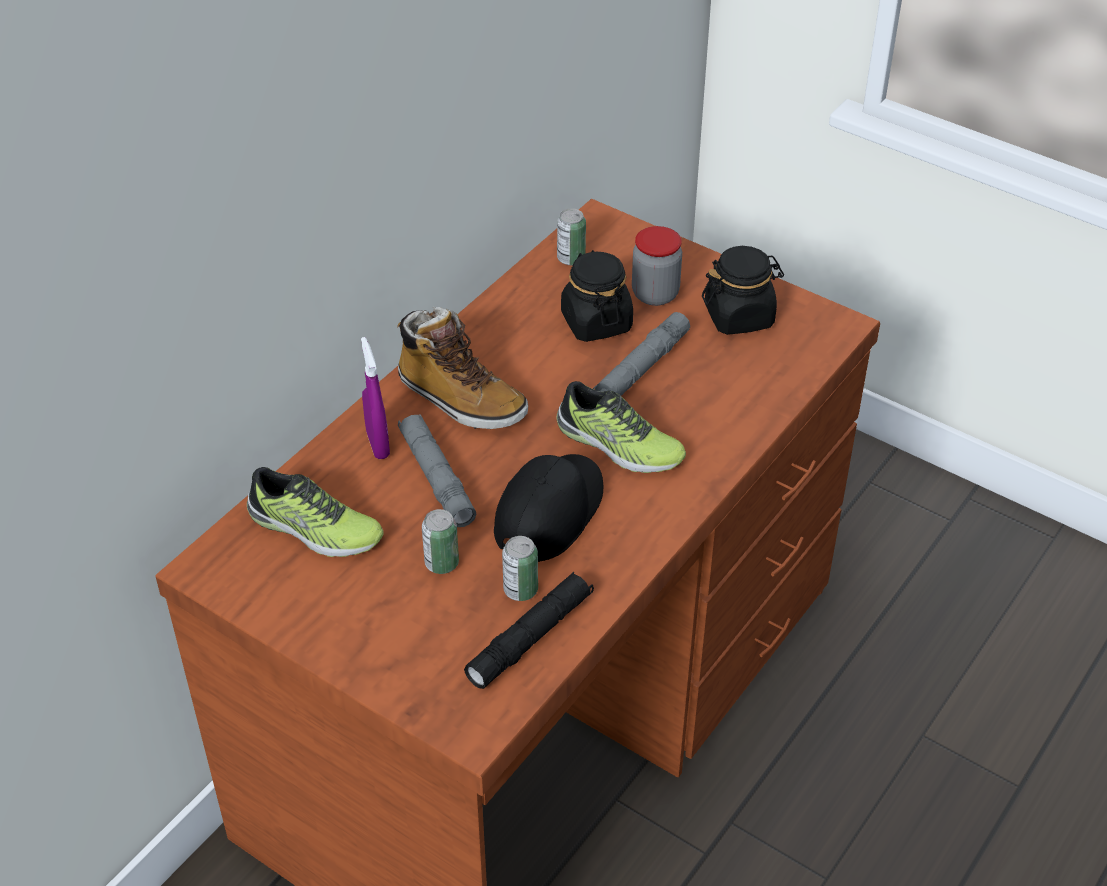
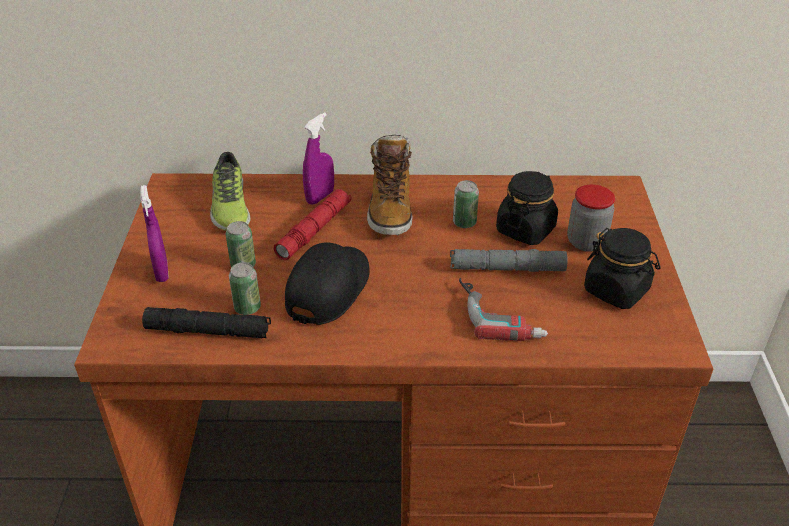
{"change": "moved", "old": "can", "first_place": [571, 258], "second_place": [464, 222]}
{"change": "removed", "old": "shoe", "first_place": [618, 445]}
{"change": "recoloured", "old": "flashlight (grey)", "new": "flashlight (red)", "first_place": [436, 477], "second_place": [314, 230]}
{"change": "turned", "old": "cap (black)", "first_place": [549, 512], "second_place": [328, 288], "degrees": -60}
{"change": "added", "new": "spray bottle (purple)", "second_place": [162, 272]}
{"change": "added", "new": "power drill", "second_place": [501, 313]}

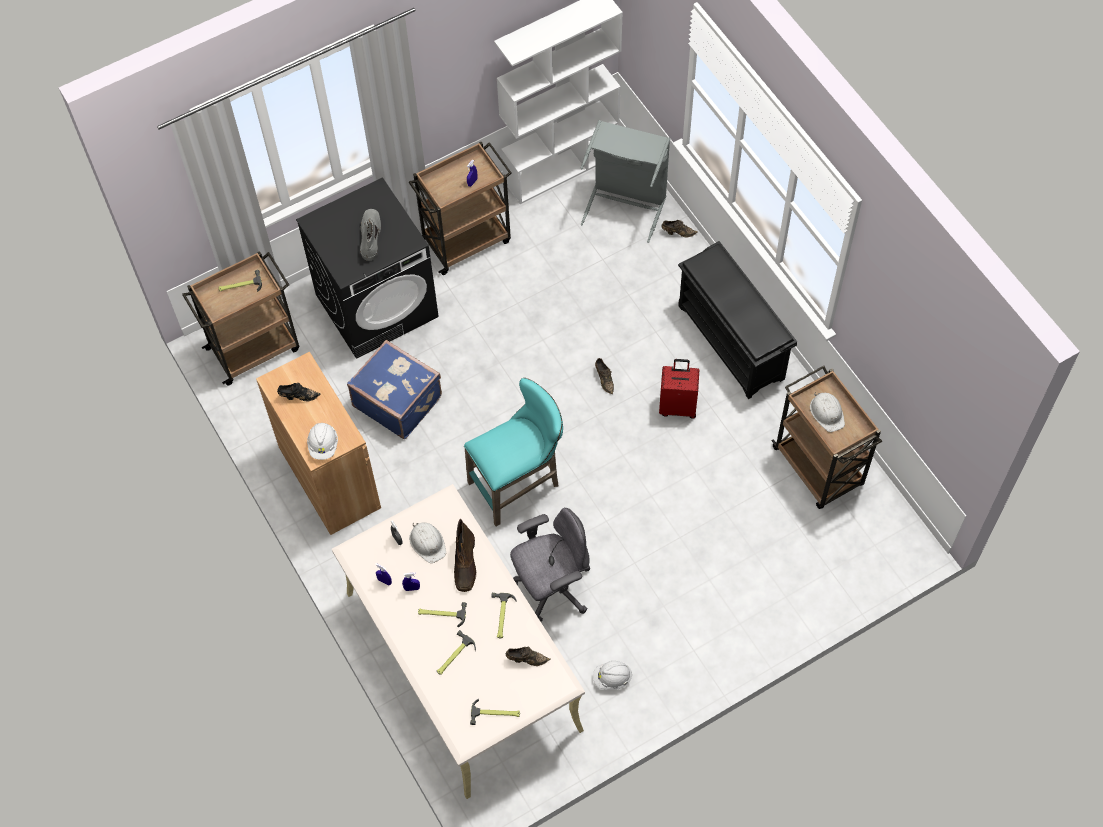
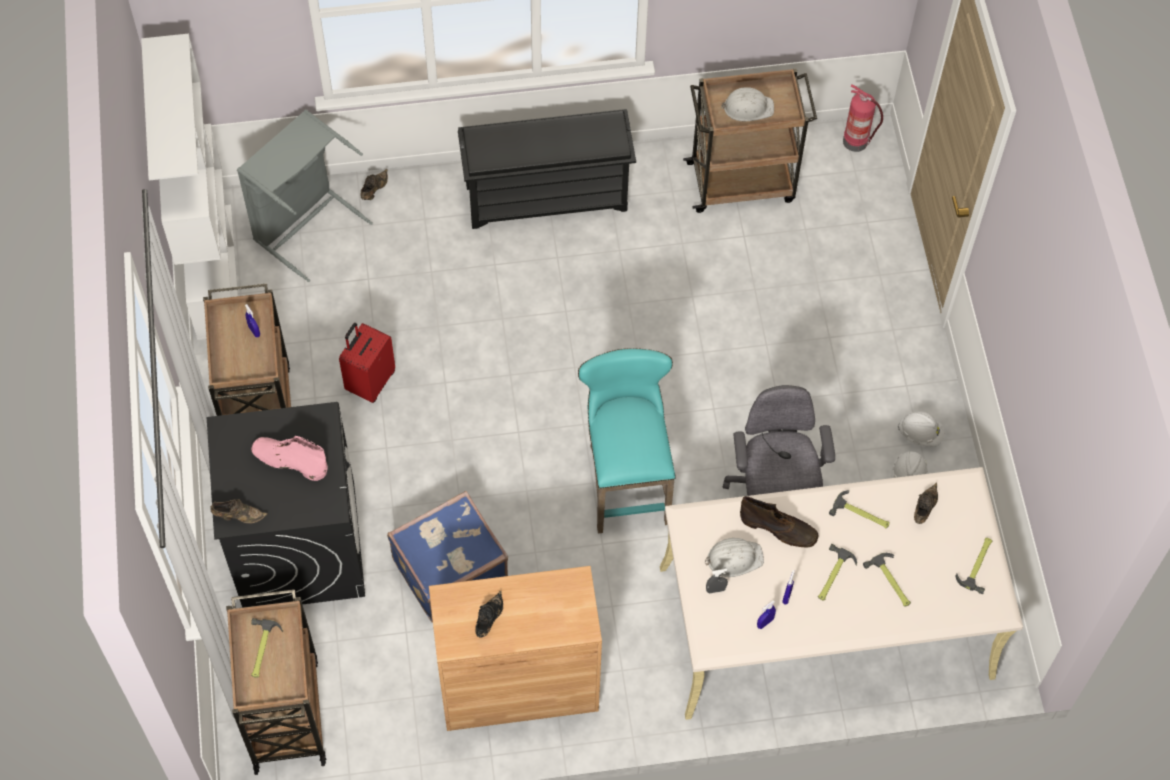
{"change": "recoloured", "old": "boot (grey)", "new": "boot (pink)", "first_place": [370, 236], "second_place": [289, 461]}
{"change": "moved", "old": "shoe (brown)", "first_place": [604, 379], "second_place": [238, 516]}
{"change": "moved", "old": "suitcase (red)", "first_place": [678, 406], "second_place": [370, 382]}
{"change": "moved", "old": "hard hat (white)", "first_place": [323, 445], "second_place": [920, 434]}
{"change": "added", "new": "fire extinguisher", "second_place": [856, 141]}

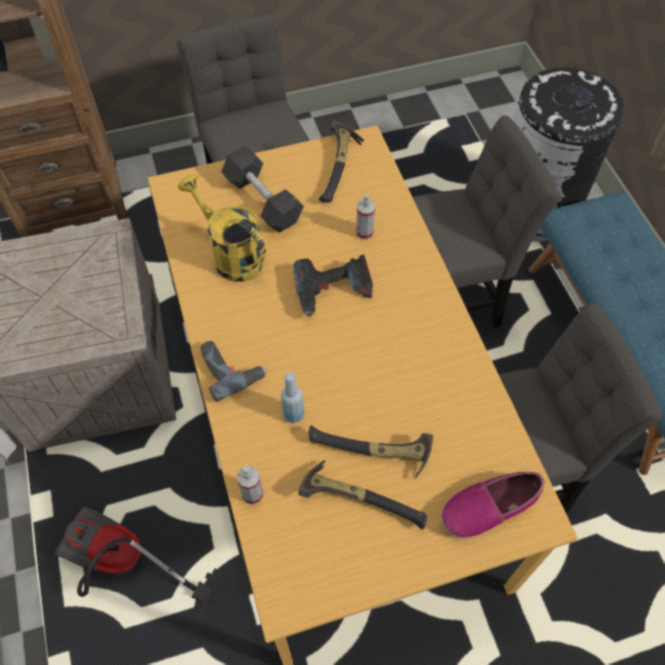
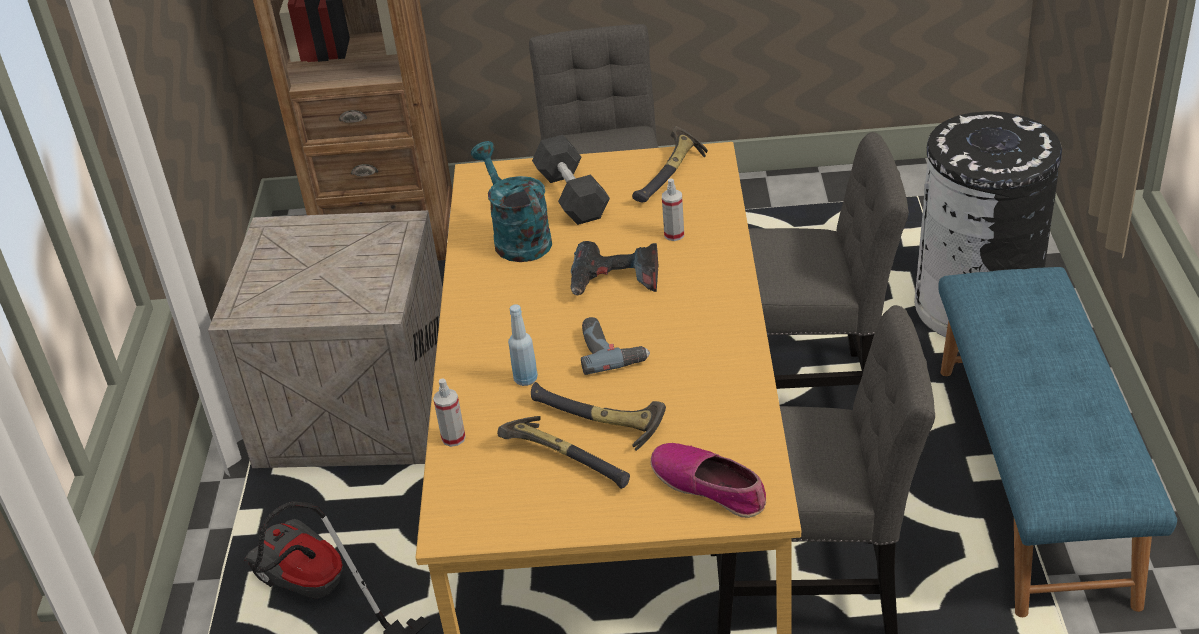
{"change": "recoloured", "old": "watering can (yellow)", "new": "watering can (turquoise)", "first_place": [231, 254], "second_place": [517, 238]}
{"change": "moved", "old": "power drill", "first_place": [230, 368], "second_place": [611, 350]}
{"change": "turned", "old": "shoe", "first_place": [489, 506], "second_place": [709, 487], "degrees": 45}

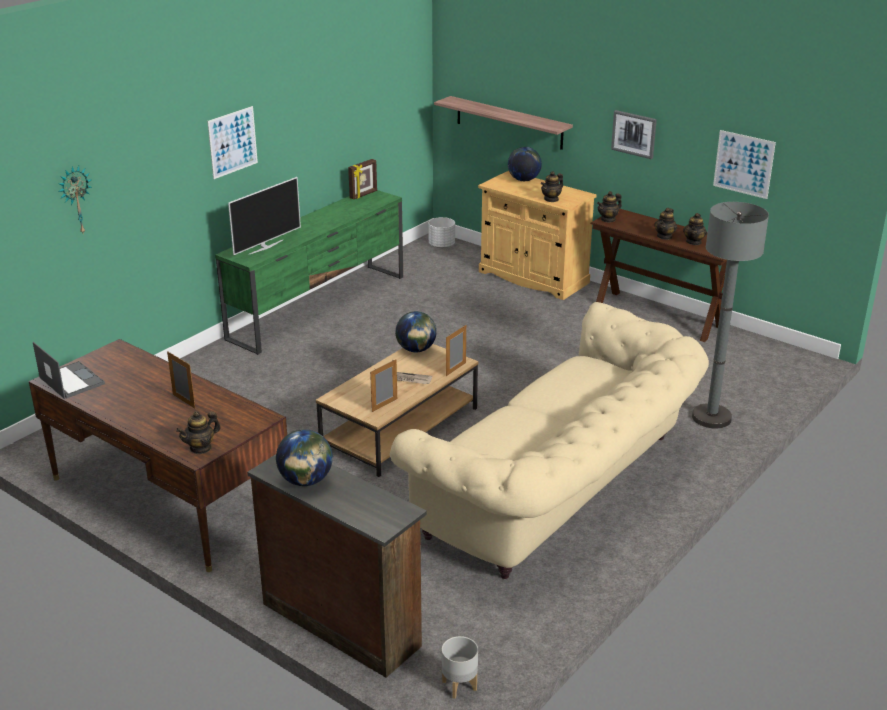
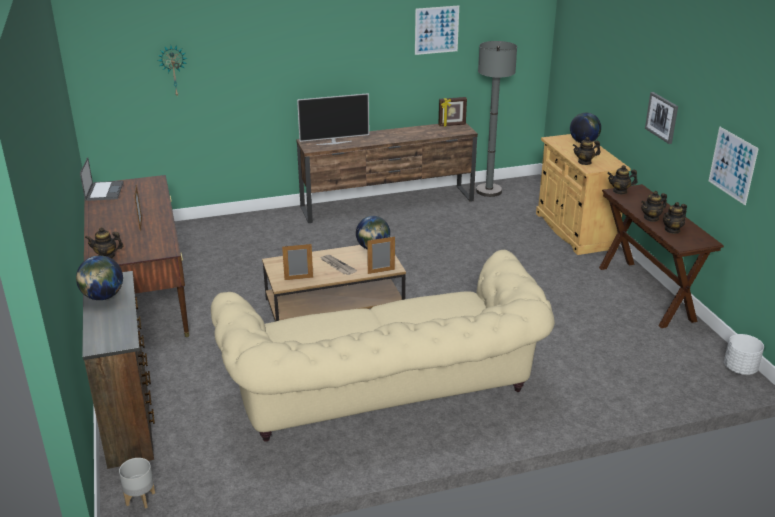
{"change": "removed", "old": "shelf", "first_place": [509, 122]}
{"change": "moved", "old": "picture", "first_place": [232, 142], "second_place": [436, 30]}
{"change": "recoloured", "old": "tv stand (green)", "new": "tv stand (brown)", "first_place": [319, 307], "second_place": [388, 204]}
{"change": "moved", "old": "floor lamp (grey)", "first_place": [711, 417], "second_place": [489, 191]}
{"change": "moved", "old": "planter (white)", "first_place": [441, 245], "second_place": [739, 368]}

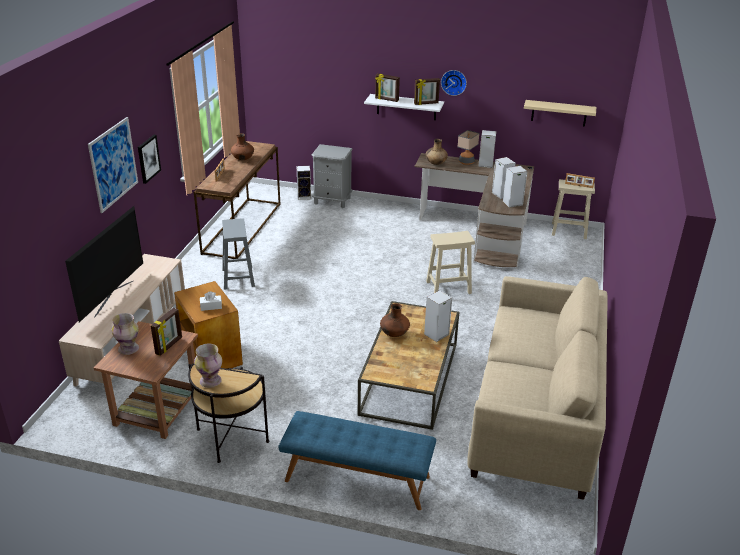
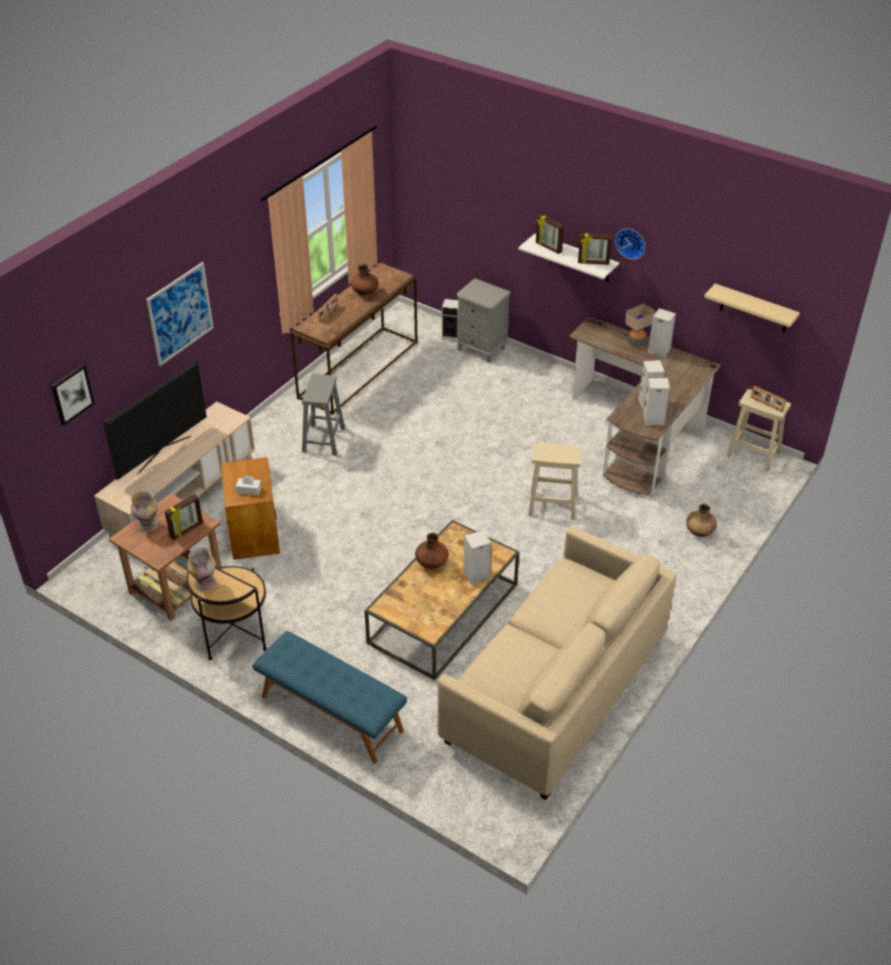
{"change": "moved", "old": "picture", "first_place": [148, 158], "second_place": [72, 394]}
{"change": "moved", "old": "vase (brown)", "first_place": [436, 163], "second_place": [699, 532]}

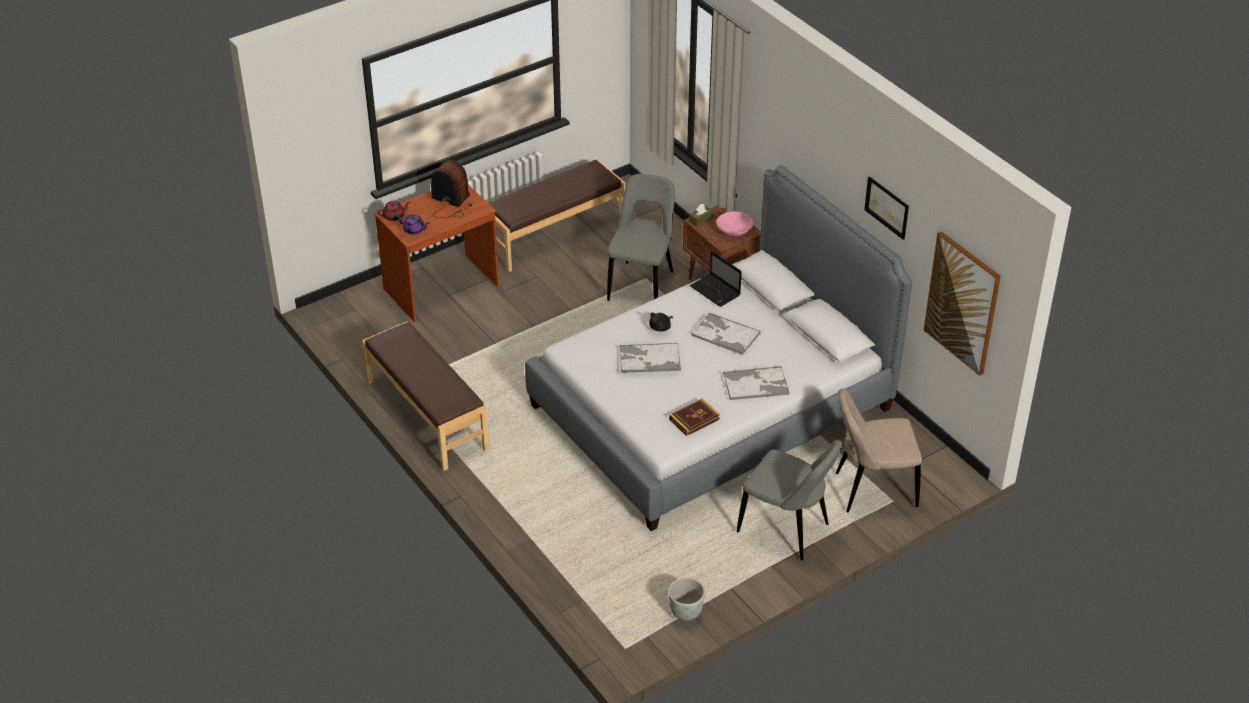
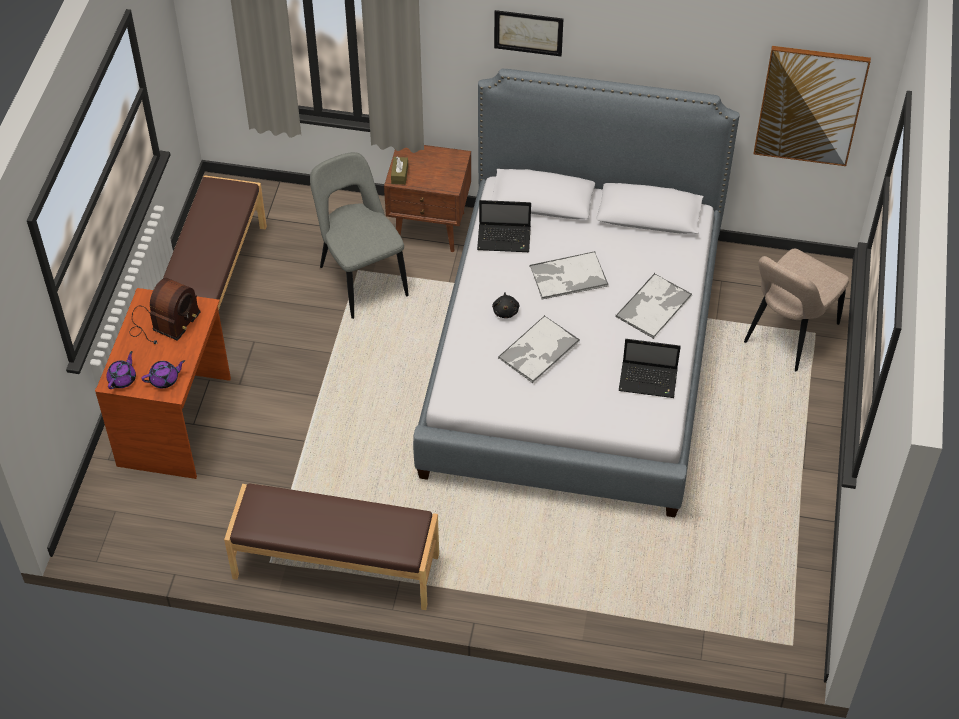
{"change": "turned", "old": "radio", "first_place": [451, 203], "second_place": [163, 323], "degrees": 135}
{"change": "moved", "old": "picture", "first_place": [886, 207], "second_place": [528, 32]}
{"change": "recoloured", "old": "teapot (red)", "new": "teapot (purple)", "first_place": [394, 216], "second_place": [122, 379]}
{"change": "removed", "old": "bowl (pink)", "first_place": [734, 231]}
{"change": "replaced", "old": "book", "new": "laptop", "first_place": [694, 419], "second_place": [649, 380]}
{"change": "removed", "old": "chair (grey)", "first_place": [787, 530]}
{"change": "removed", "old": "planter (grey)", "first_place": [685, 612]}

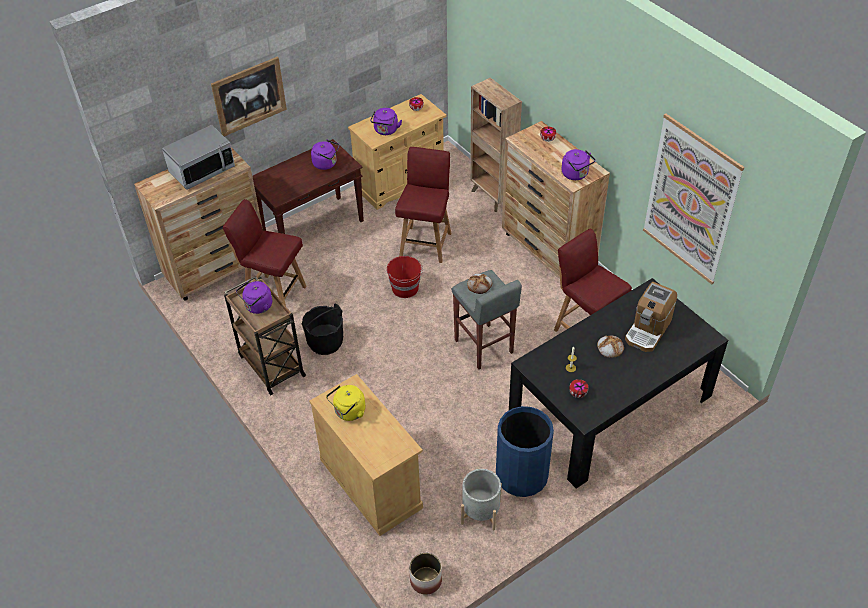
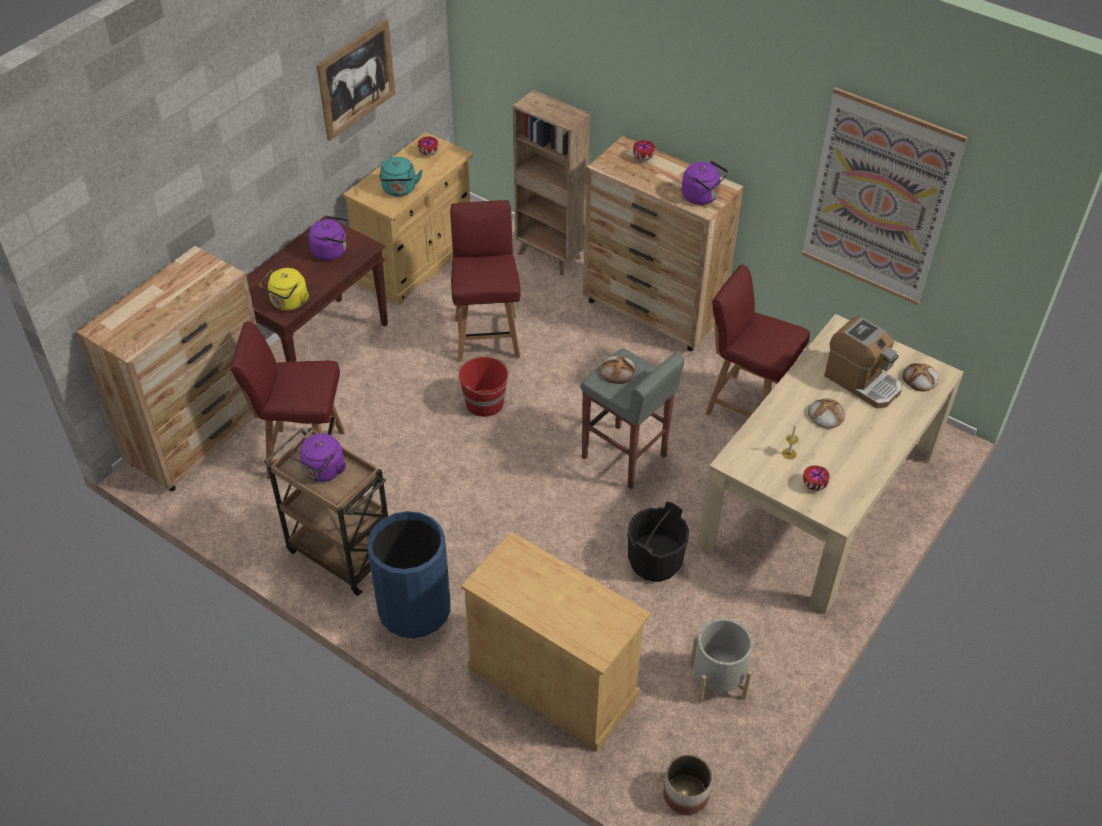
{"change": "moved", "old": "picture", "first_place": [249, 96], "second_place": [356, 79]}
{"change": "recoloured", "old": "kettle (purple)", "new": "kettle (turquoise)", "first_place": [386, 131], "second_place": [399, 190]}
{"change": "removed", "old": "microwave", "first_place": [202, 170]}
{"change": "recoloured", "old": "dining table (black)", "new": "dining table (beige)", "first_place": [610, 406], "second_place": [820, 496]}
{"change": "turned", "old": "coffee machine", "first_place": [648, 330], "second_place": [862, 382], "degrees": -60}
{"change": "moved", "old": "bucket (black)", "first_place": [325, 342], "second_place": [655, 561]}
{"change": "moved", "old": "kettle (yellow)", "first_place": [348, 412], "second_place": [288, 303]}
{"change": "moved", "old": "trash can (blue)", "first_place": [521, 475], "second_place": [414, 609]}
{"change": "added", "new": "bread", "second_place": [920, 379]}

